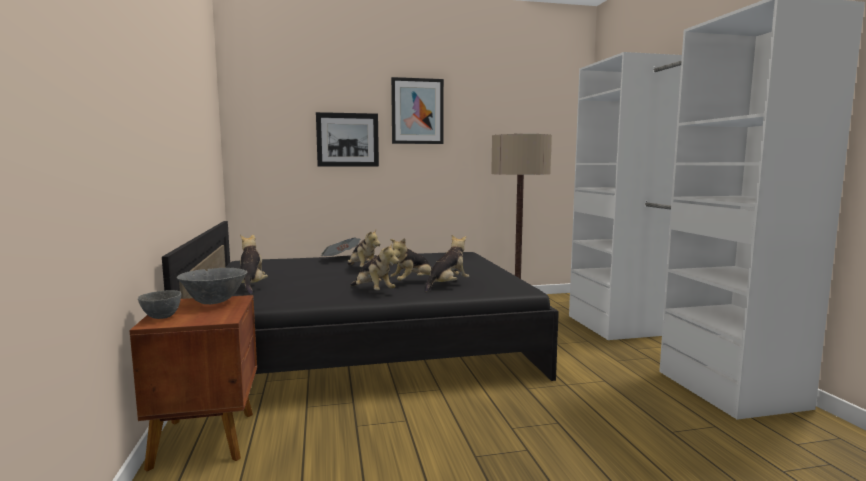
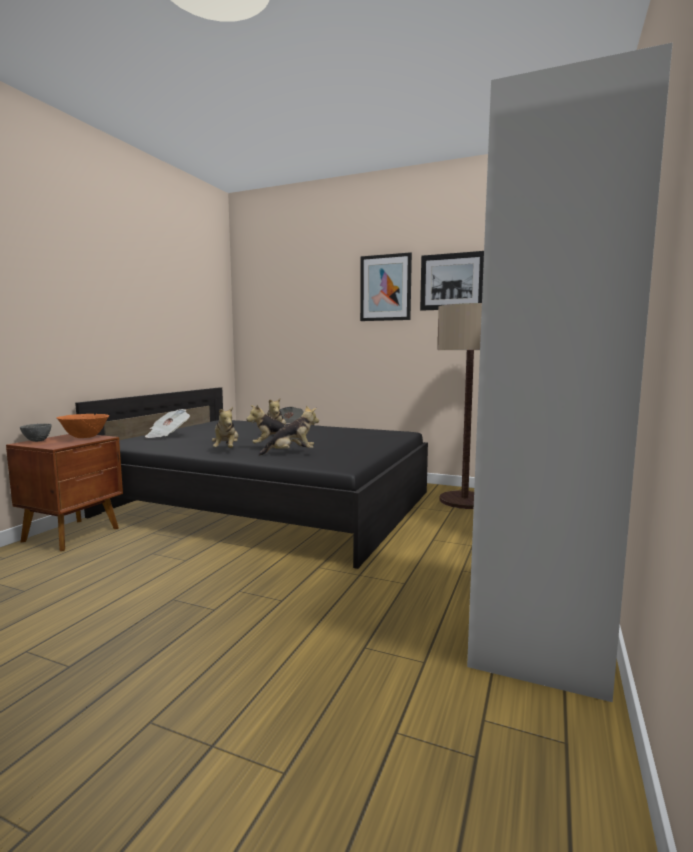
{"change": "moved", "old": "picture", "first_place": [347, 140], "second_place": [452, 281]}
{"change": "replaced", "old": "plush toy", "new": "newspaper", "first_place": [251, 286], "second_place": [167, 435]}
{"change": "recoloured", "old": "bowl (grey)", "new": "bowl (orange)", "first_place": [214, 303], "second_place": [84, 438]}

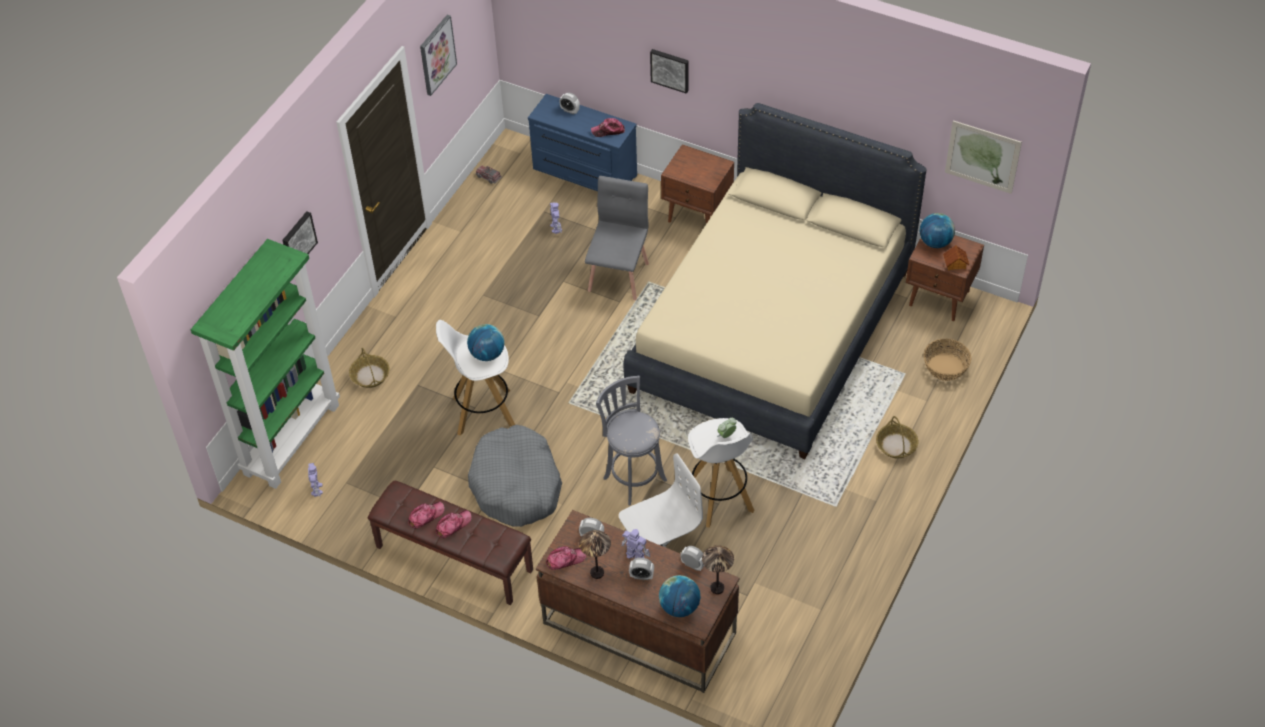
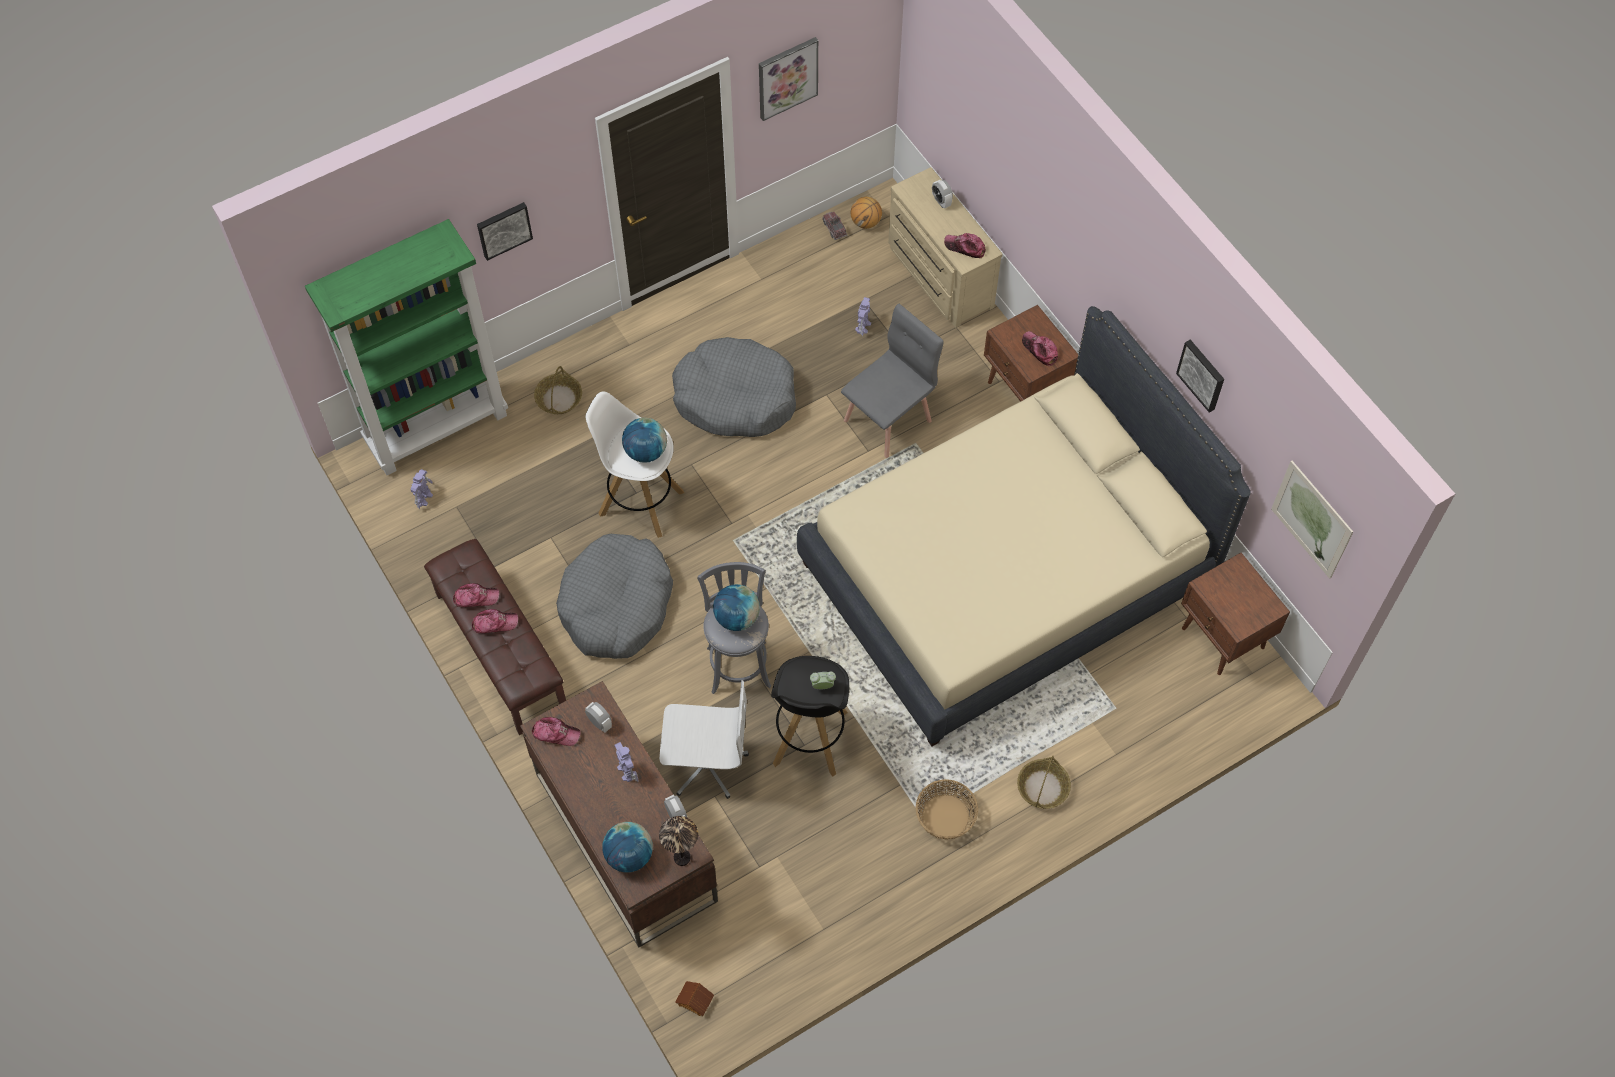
{"change": "moved", "old": "picture", "first_place": [670, 69], "second_place": [1202, 374]}
{"change": "recoloured", "old": "dresser (blue)", "new": "dresser (beige)", "first_place": [583, 173], "second_place": [938, 276]}
{"change": "moved", "old": "globe", "first_place": [935, 242], "second_place": [737, 618]}
{"change": "moved", "old": "toy house", "first_place": [955, 263], "second_place": [694, 1001]}
{"change": "moved", "old": "basket", "first_place": [945, 367], "second_place": [945, 816]}
{"change": "recoloured", "old": "stool (white)", "new": "stool (black)", "first_place": [719, 498], "second_place": [810, 739]}
{"change": "removed", "old": "table lamp", "first_place": [596, 573]}
{"change": "removed", "old": "alarm clock", "first_place": [641, 576]}
{"change": "added", "new": "basketball", "second_place": [866, 222]}
{"change": "added", "new": "cap", "second_place": [1039, 350]}
{"change": "added", "new": "dog bed (grey)", "second_place": [735, 397]}

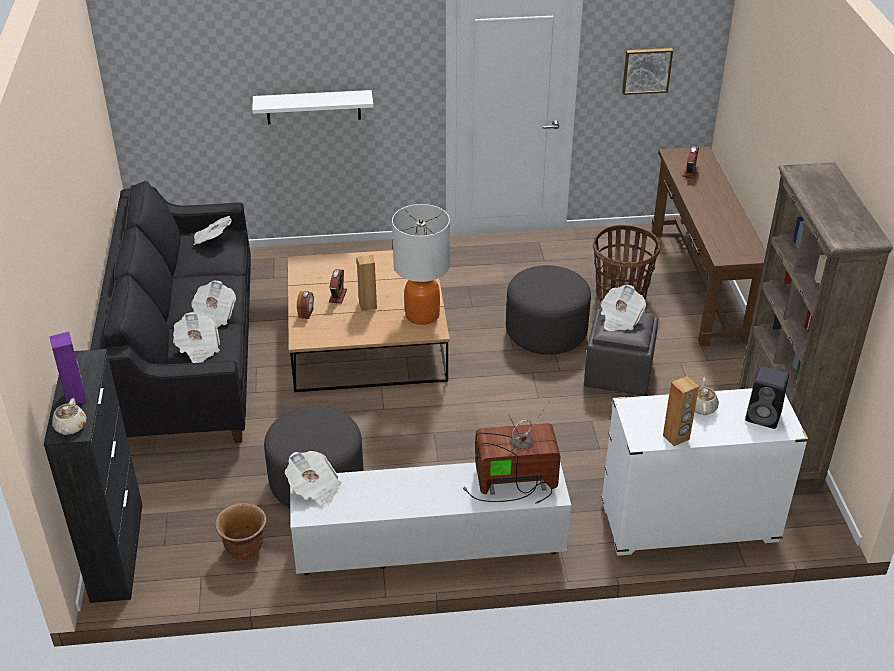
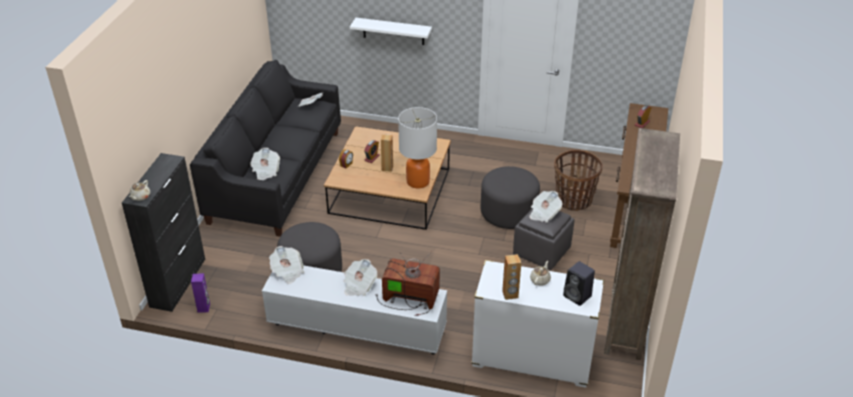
{"change": "removed", "old": "picture", "first_place": [646, 70]}
{"change": "moved", "old": "newspaper", "first_place": [213, 316], "second_place": [359, 285]}
{"change": "moved", "old": "speaker (purple)", "first_place": [76, 397], "second_place": [204, 308]}
{"change": "removed", "old": "planter (brown)", "first_place": [244, 549]}

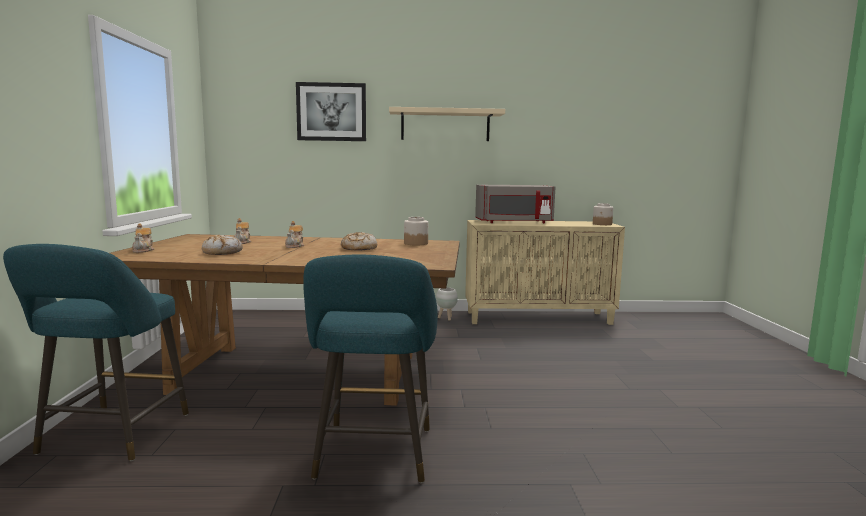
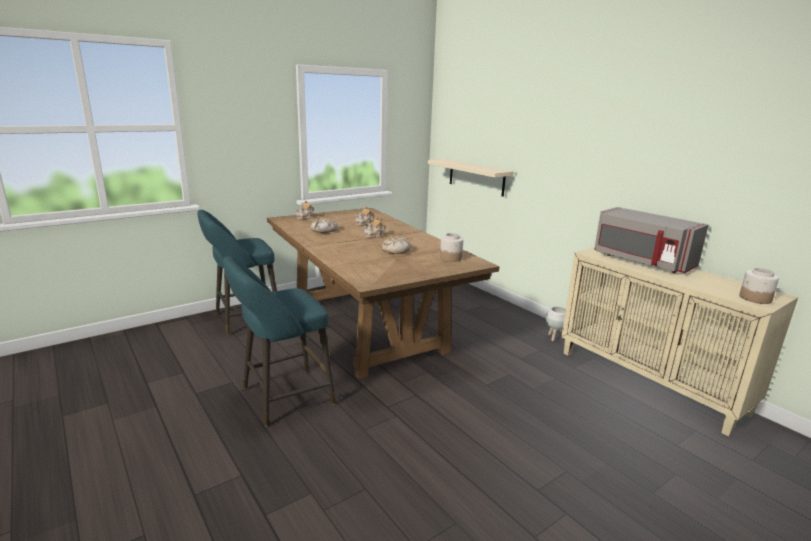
{"change": "removed", "old": "picture", "first_place": [331, 112]}
{"change": "moved", "old": "shelf (beige)", "first_place": [445, 125], "second_place": [476, 177]}

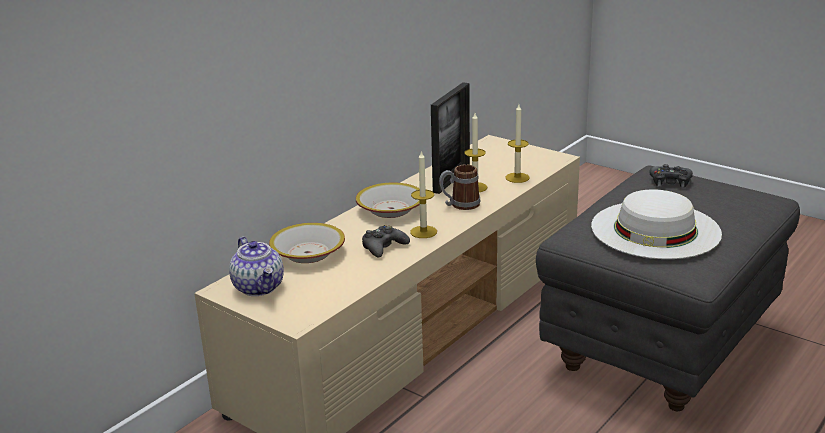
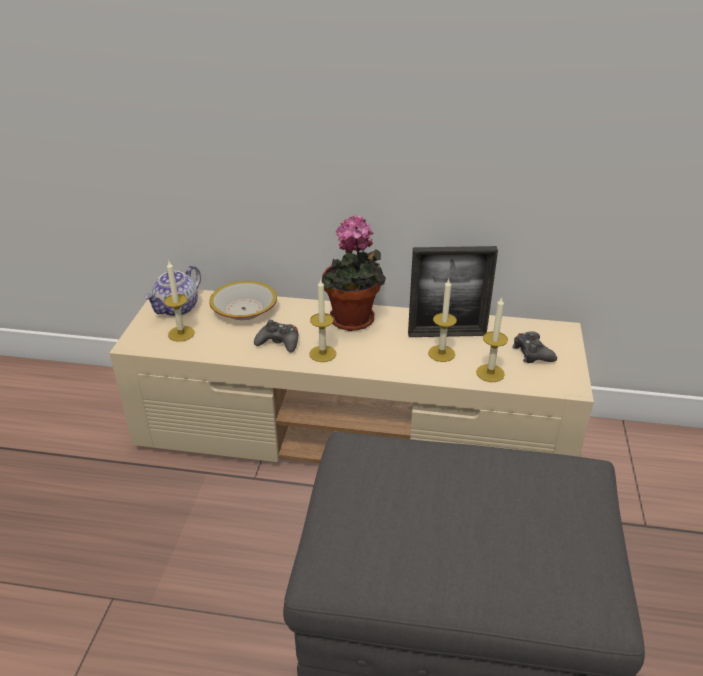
{"change": "removed", "old": "mug", "first_place": [460, 205]}
{"change": "moved", "old": "game controller (black)", "first_place": [670, 182], "second_place": [532, 353]}
{"change": "replaced", "old": "bowl", "new": "potted plant", "first_place": [391, 209], "second_place": [353, 322]}
{"change": "removed", "old": "hat (white)", "first_place": [655, 229]}
{"change": "added", "new": "candle", "second_place": [181, 333]}

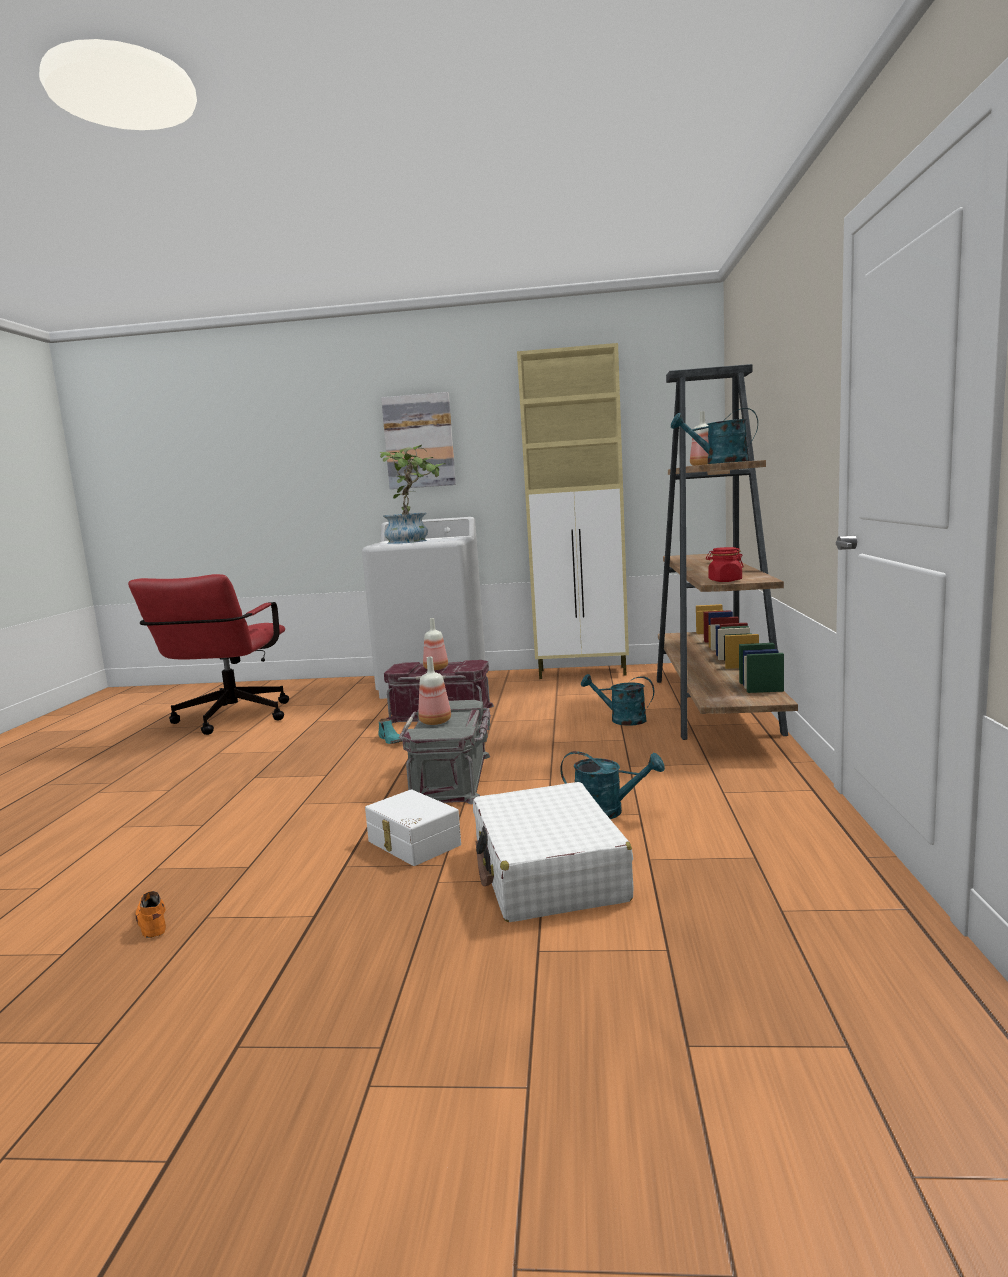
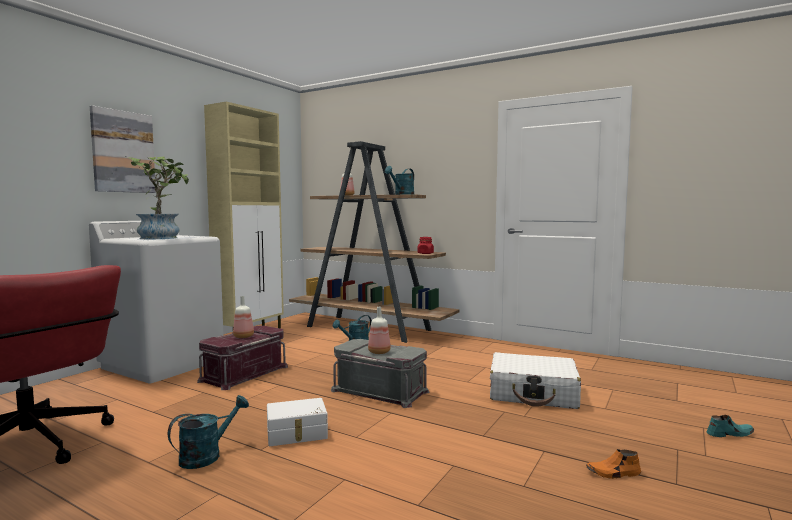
{"change": "moved", "old": "shoe (turquoise)", "first_place": [391, 740], "second_place": [729, 434]}
{"change": "moved", "old": "watering can (turquoise)", "first_place": [608, 811], "second_place": [207, 455]}
{"change": "moved", "old": "storage box (white)", "first_place": [412, 844], "second_place": [297, 434]}
{"change": "moved", "old": "shoe (orange)", "first_place": [151, 920], "second_place": [613, 473]}

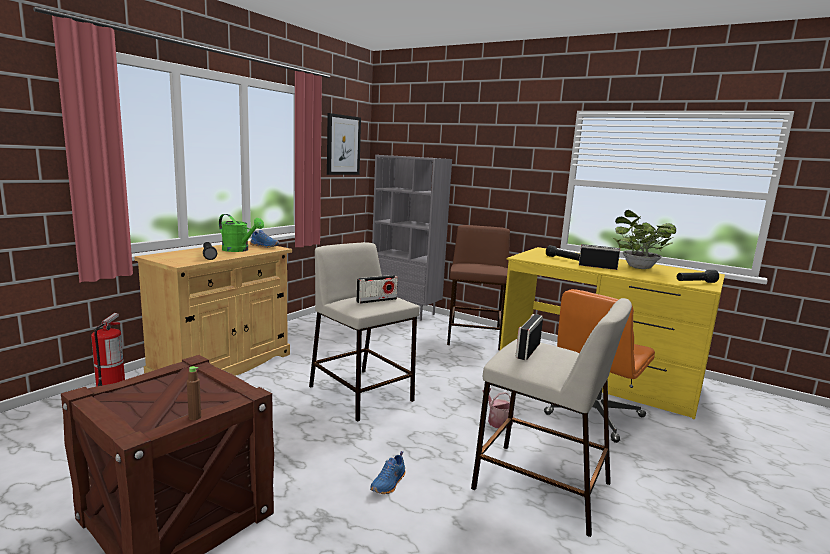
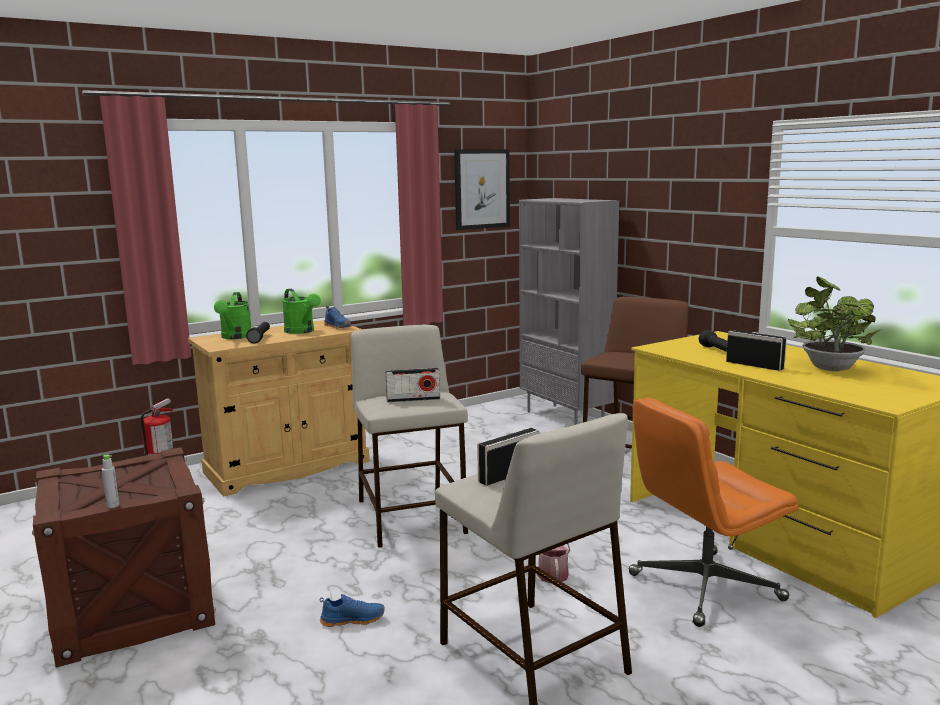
{"change": "removed", "old": "flashlight (black)", "first_place": [695, 282]}
{"change": "recoloured", "old": "bottle (brown)", "new": "bottle (grey)", "first_place": [195, 417], "second_place": [113, 505]}
{"change": "turned", "old": "shoe (blue)", "first_place": [389, 483], "second_place": [352, 619], "degrees": -150}
{"change": "added", "new": "watering can (green)", "second_place": [235, 337]}

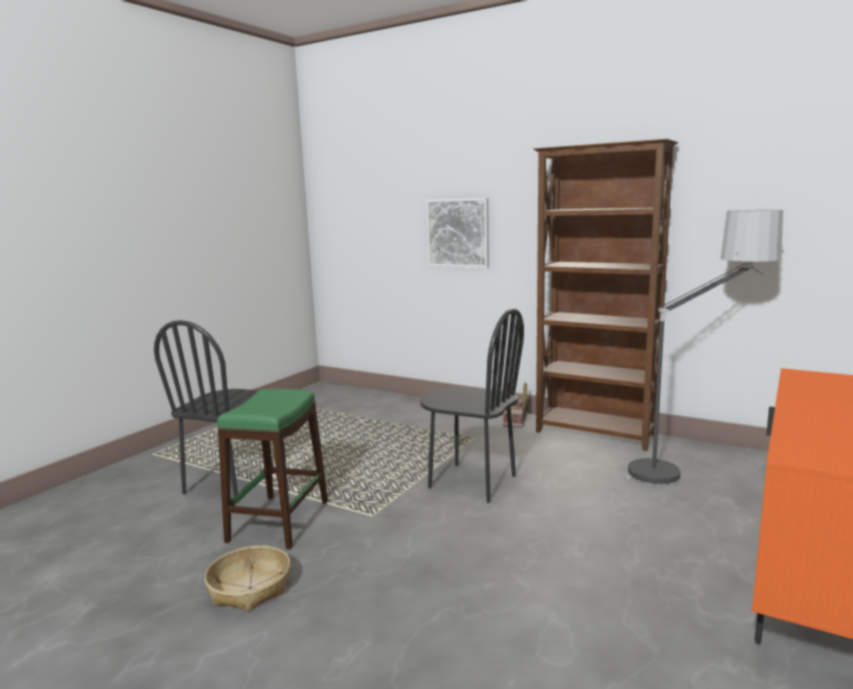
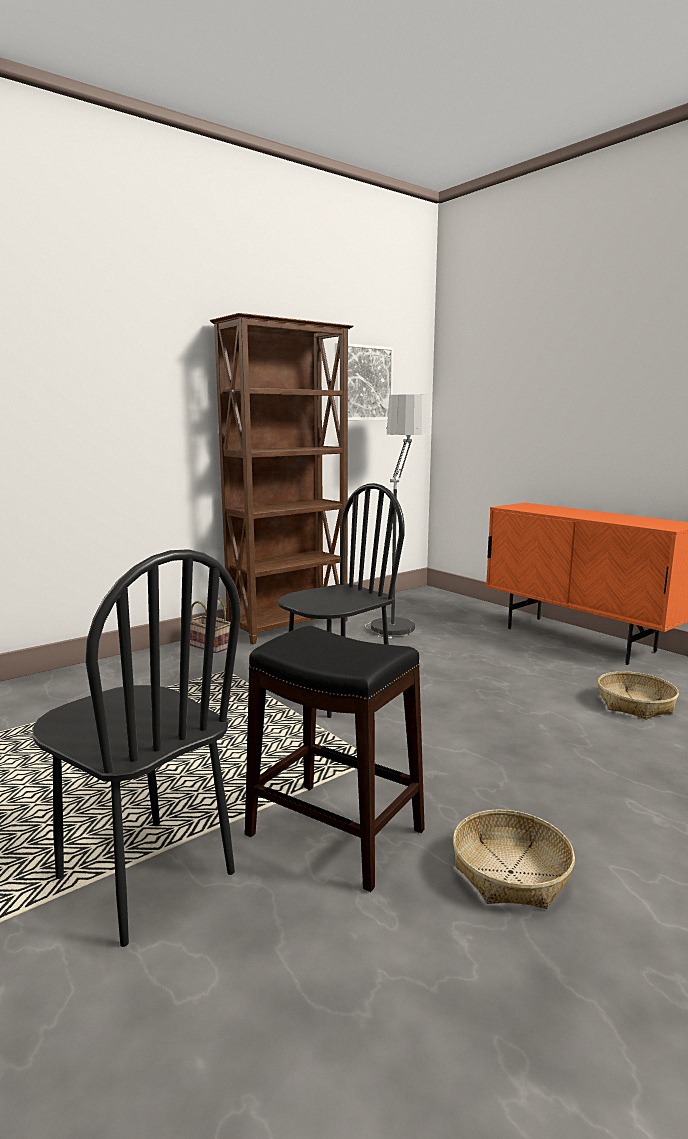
{"change": "moved", "old": "picture", "first_place": [458, 233], "second_place": [363, 383]}
{"change": "recoloured", "old": "stool (green)", "new": "stool (black)", "first_place": [278, 521], "second_place": [335, 833]}
{"change": "added", "new": "basket", "second_place": [635, 704]}

